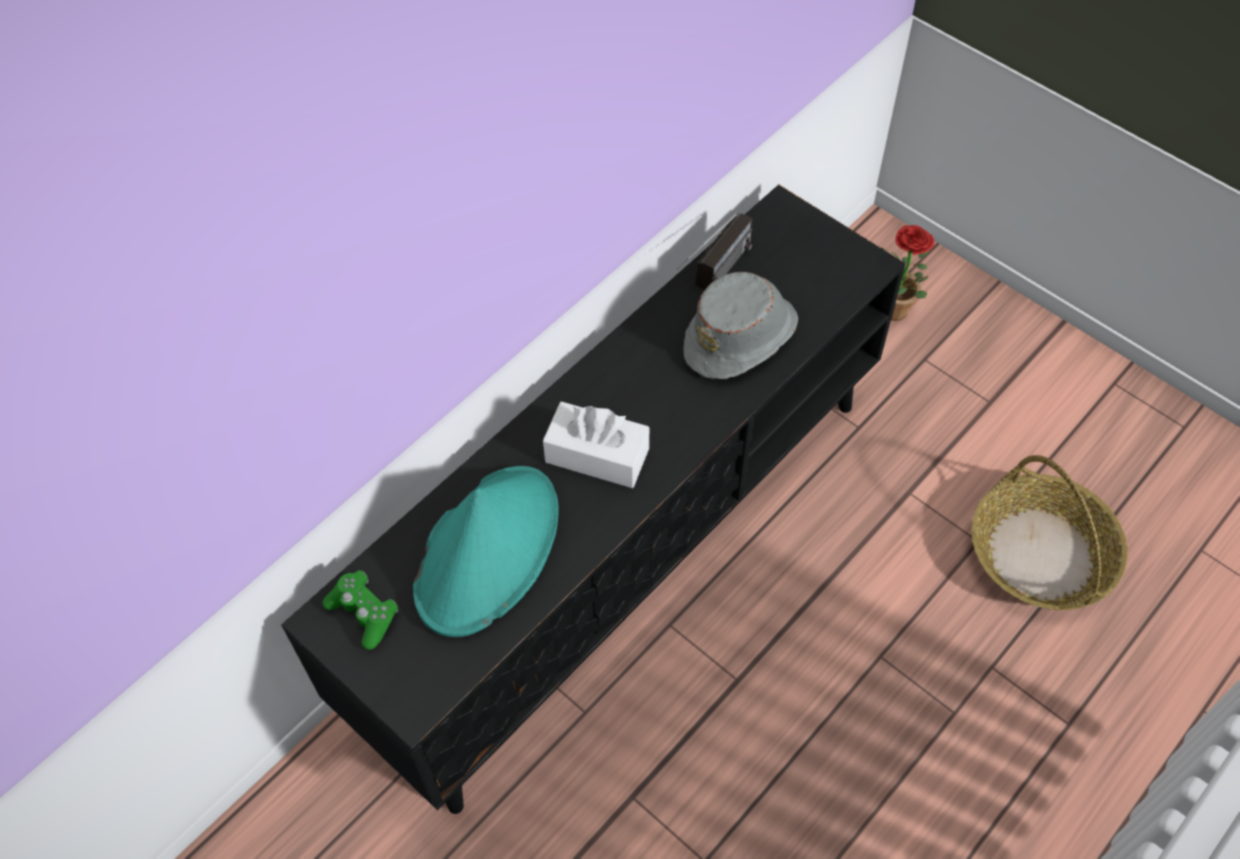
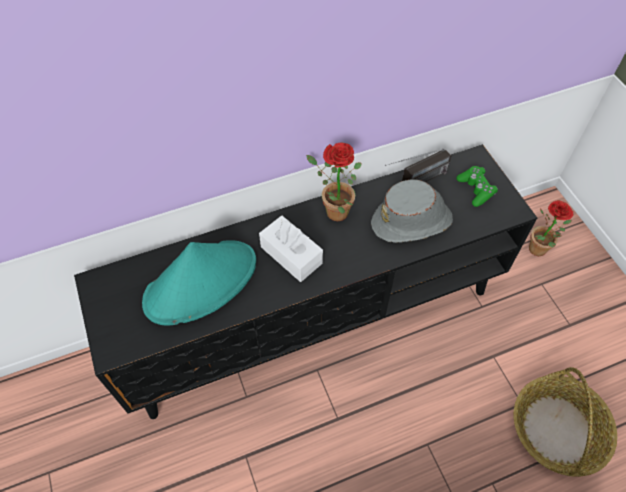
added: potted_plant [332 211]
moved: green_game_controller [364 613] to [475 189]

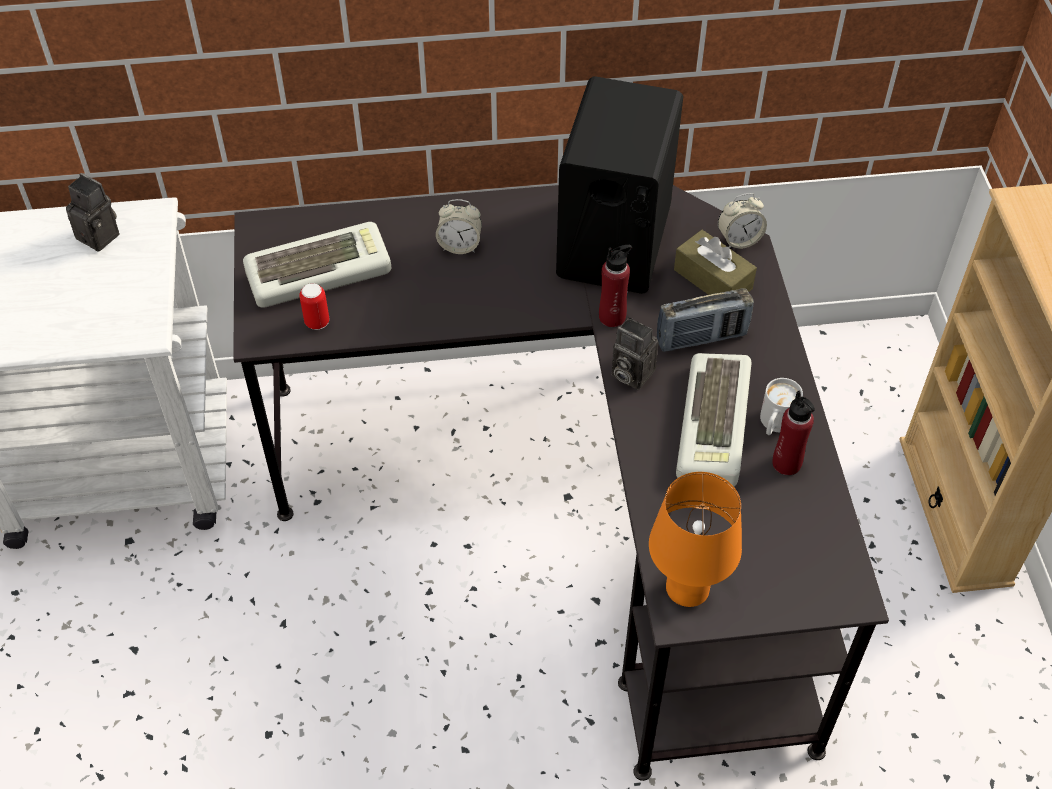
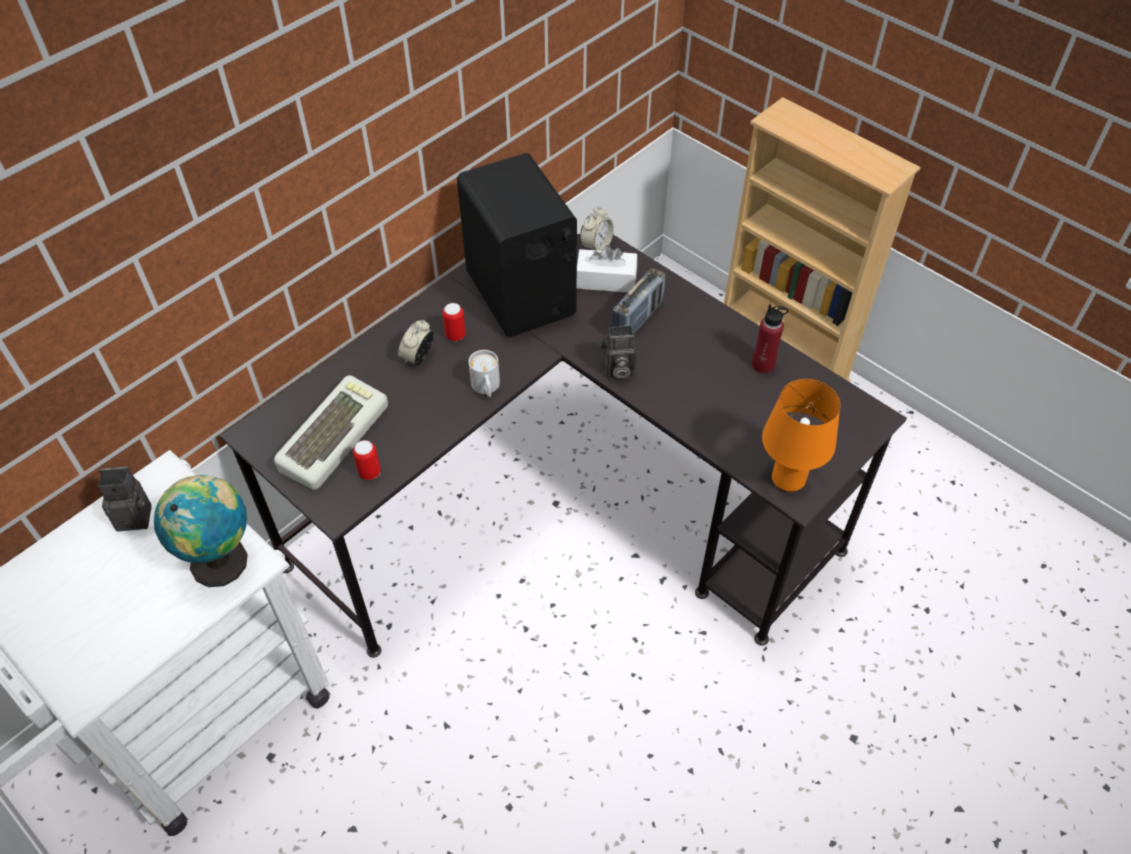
removed: red_bottle [612 317]; keyboard [716 427]
added: globe [222 559]; can [455 335]
moved: white_mug [775 424] to [486 388]
recoloured: brown_tissue_box [713 279] to white_tissue_box [606 280]
turned: alarm_clock [460 245] = [418 357] 150 degrees clockwise

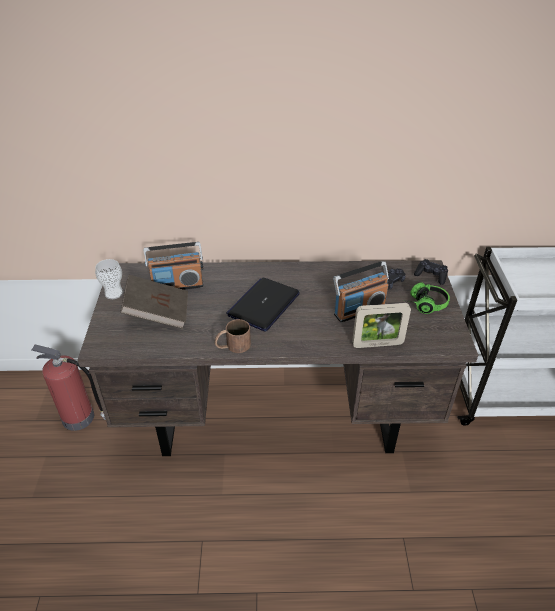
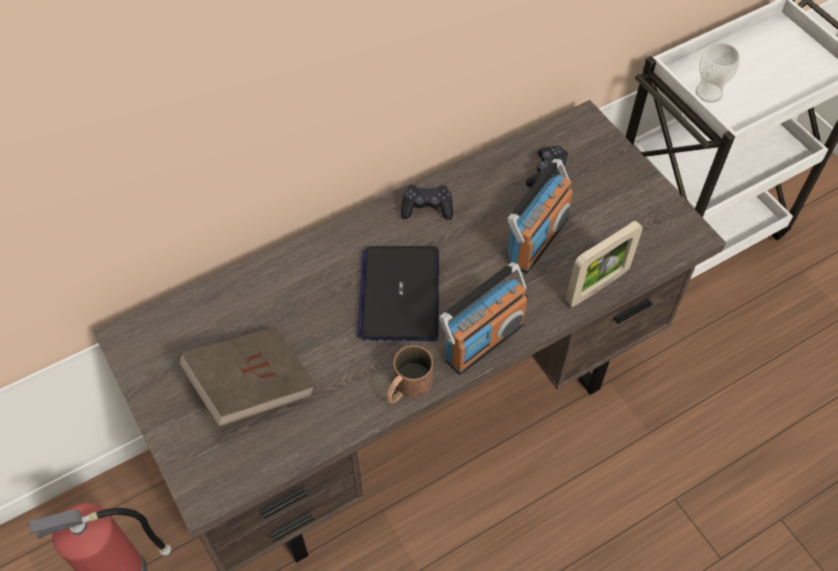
removed: headphones [423 304]
moved: cup [114 293] to [708 93]; radio [177 285] to [483 341]; black_game_controller [431 276] to [427 208]

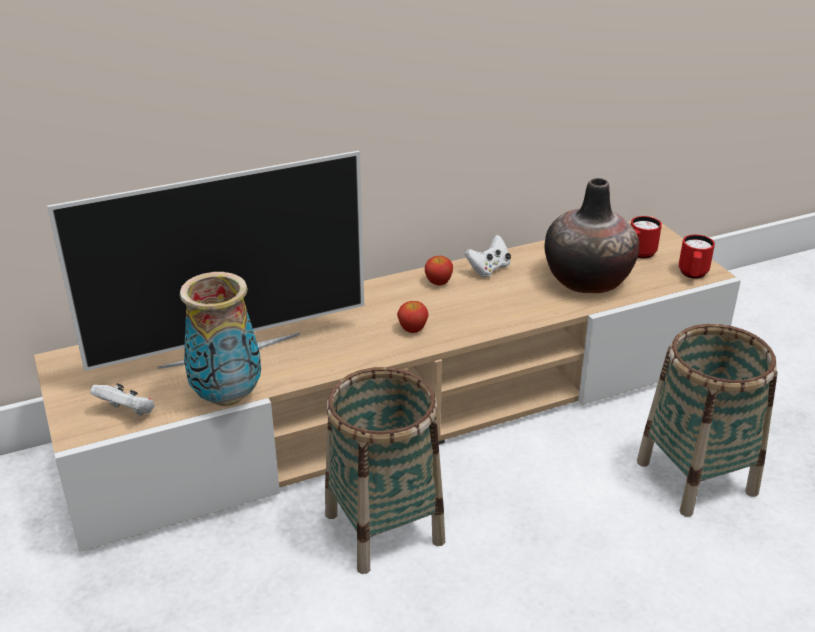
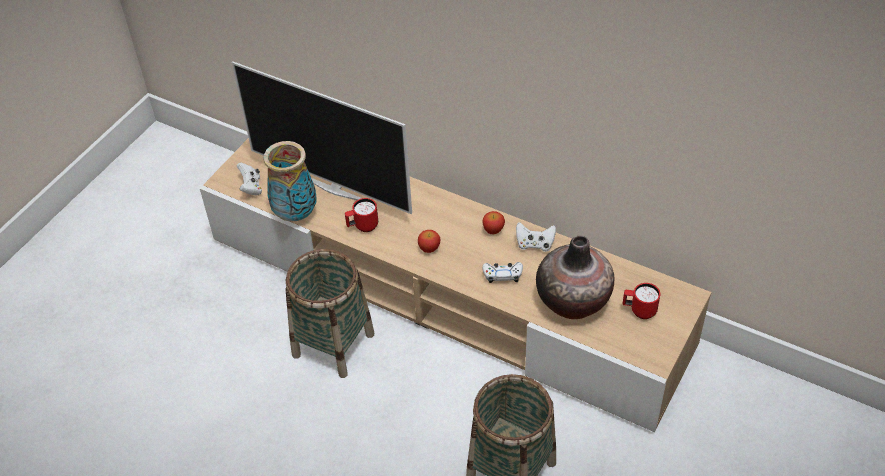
added: white_game_controller [502 274]
moved: red_mug [692 275] to [362 226]

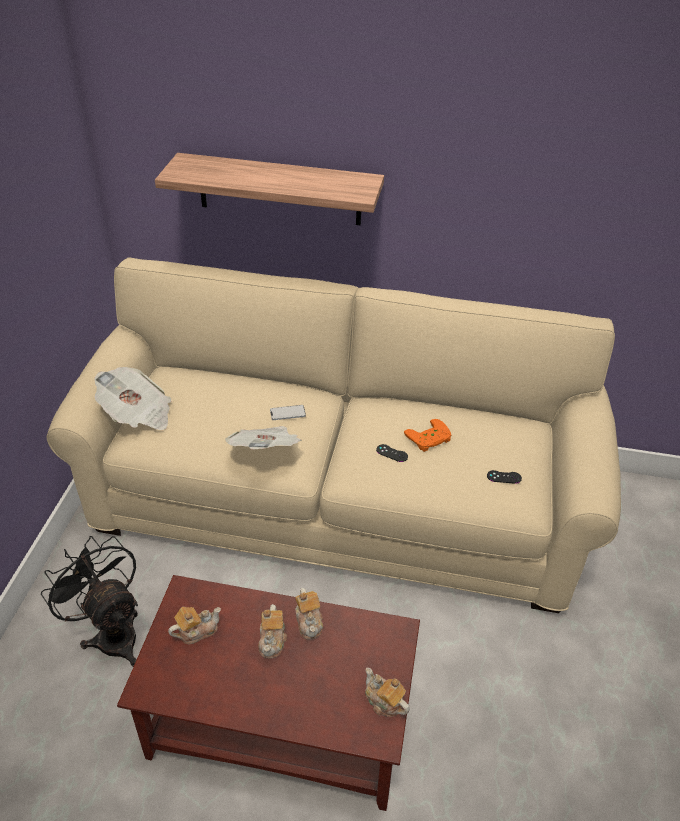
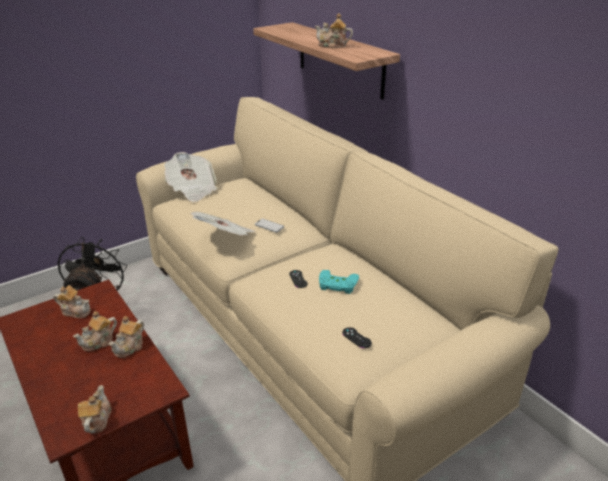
added: teapot [332 45]
recoloured: orange_game_controller [429 439] to turquoise_game_controller [337 285]

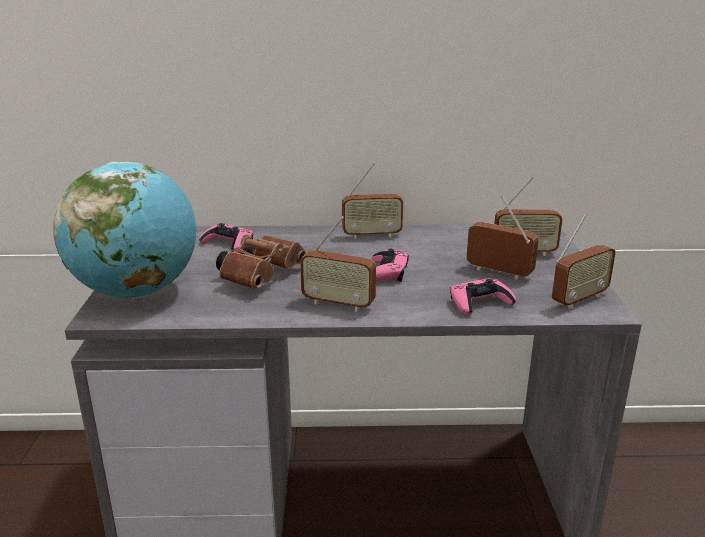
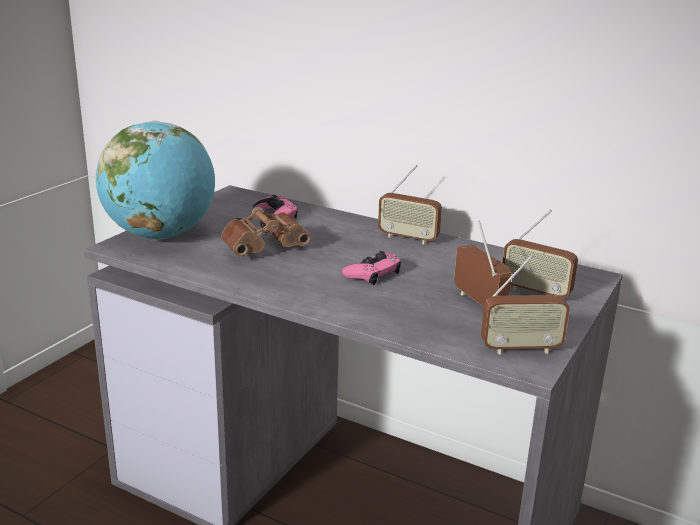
removed: radio [338 304]; pink_game_controller [480 303]

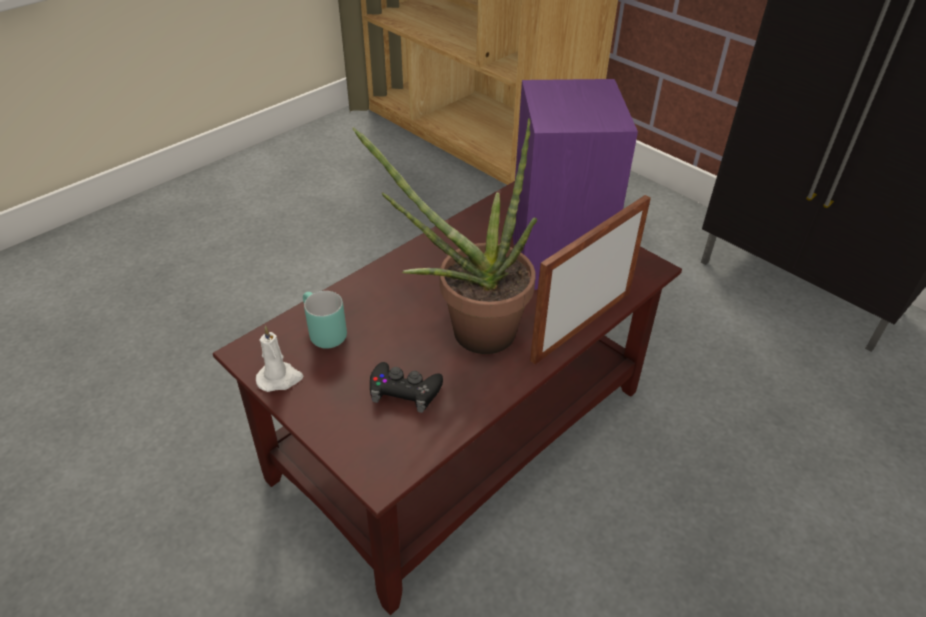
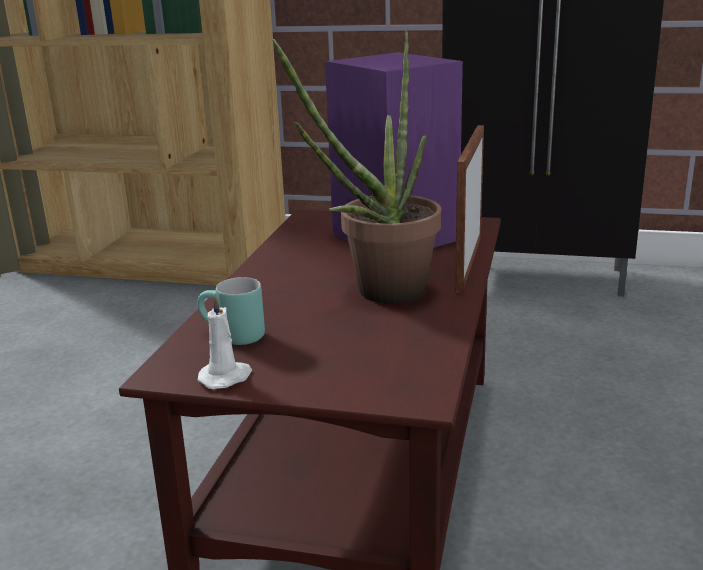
removed: black_game_controller [405 391]

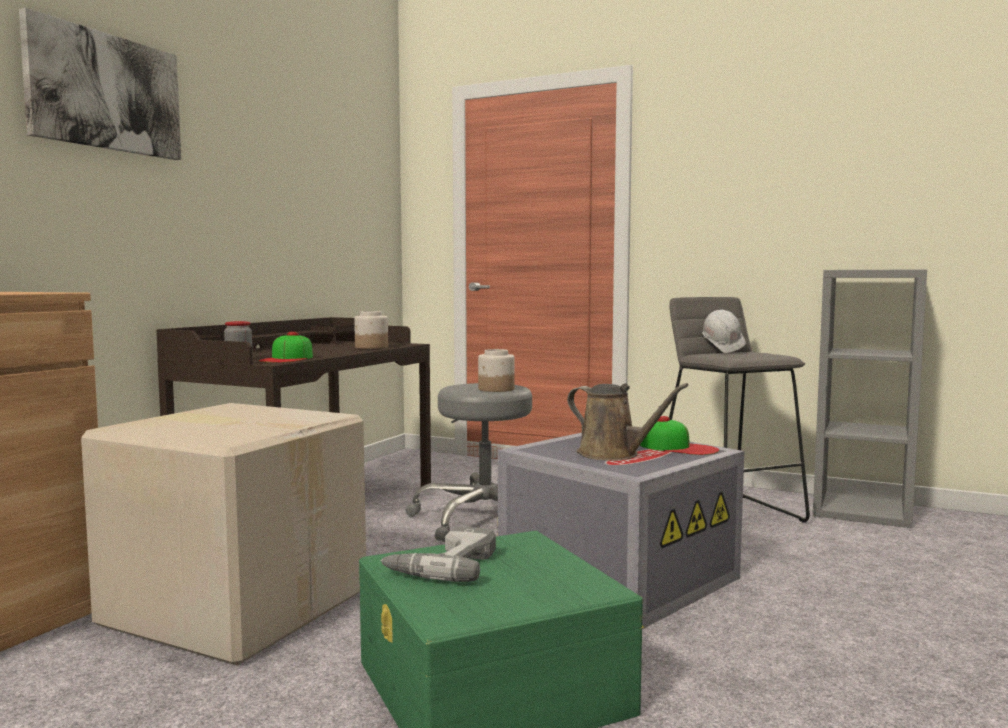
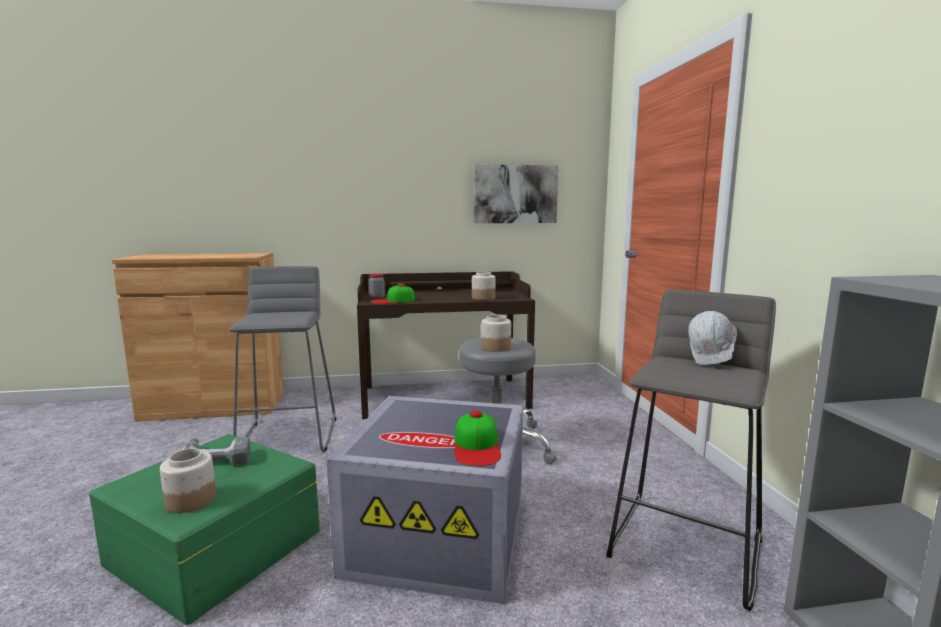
removed: brown_watering_can [613 454]
added: jar [190 500]
moved: picture [104 92] to [515 194]
replaced: cardboard_box [237 605] to grey_stool [289 436]

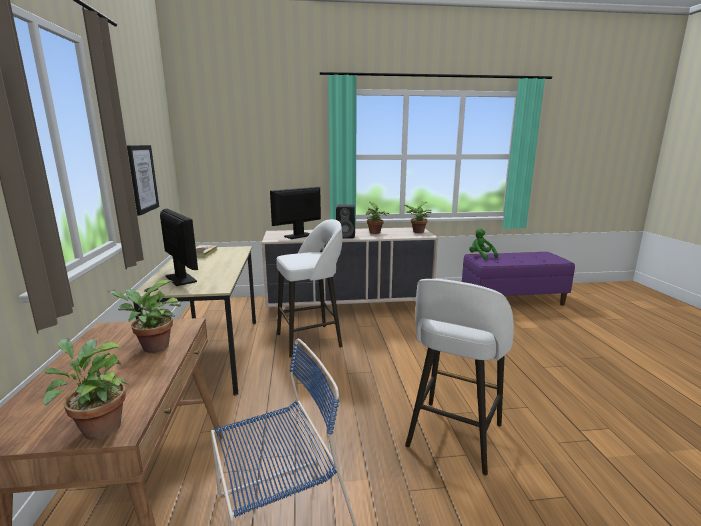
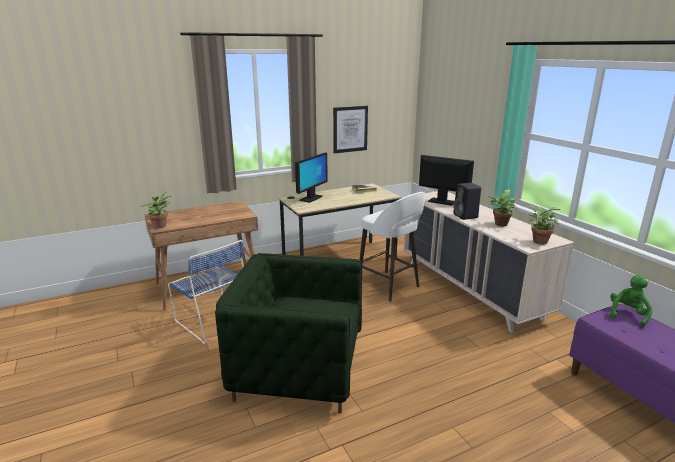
removed: potted_plant [152 348]
replaced: white_stool [453 437] to green_armchair [298 370]

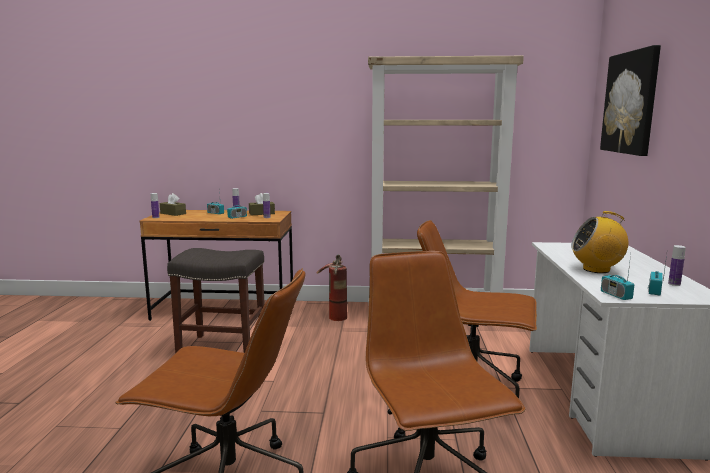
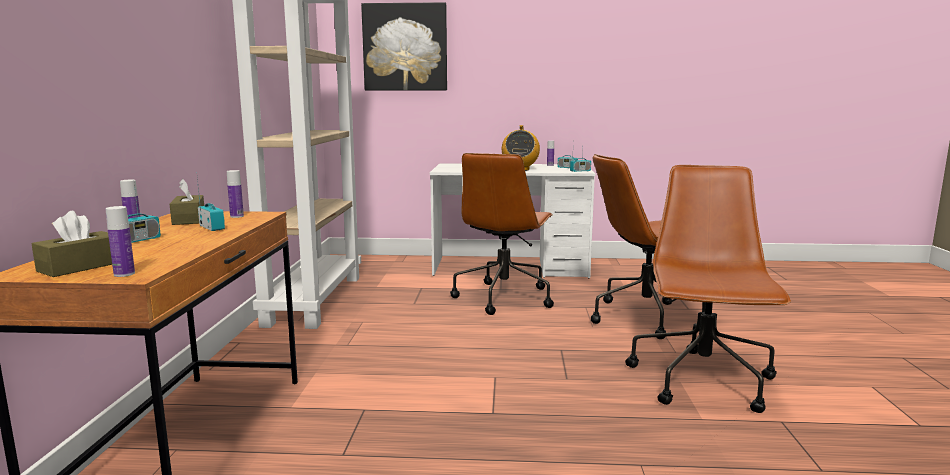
removed: grey_stool [221 348]; fire_extinguisher [335 315]

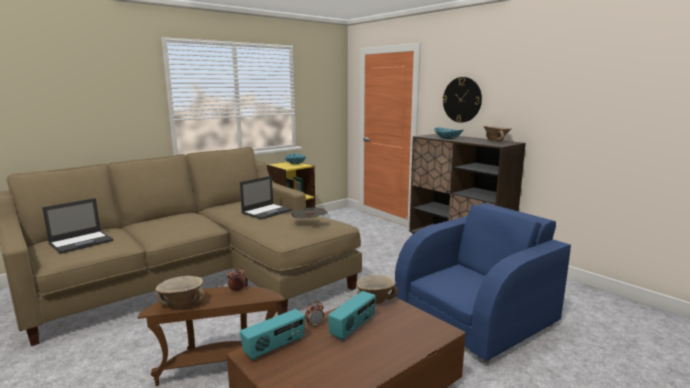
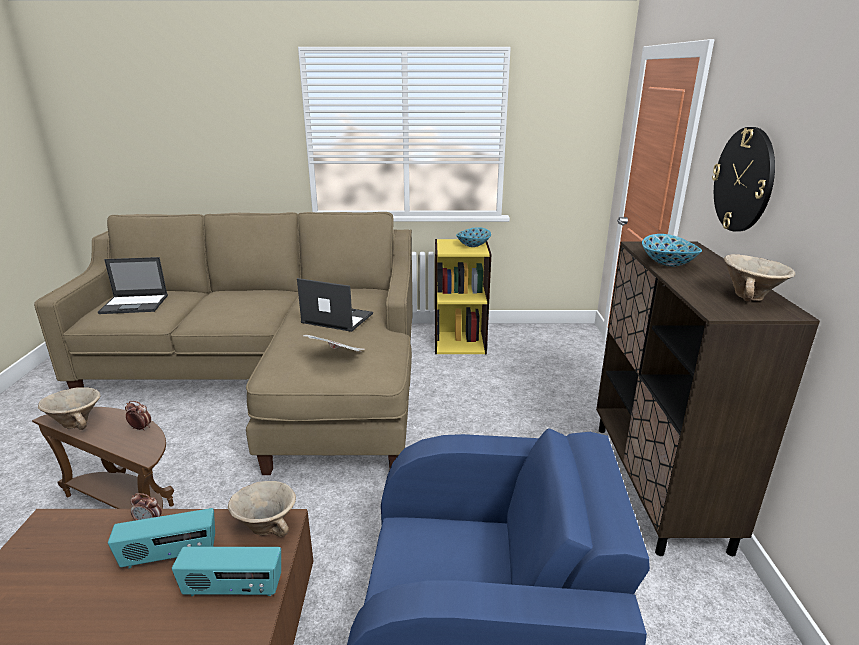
moved: radio [275 348] to [233 589]
turned: laptop [267 211] = [336 318] 150 degrees counterclockwise

